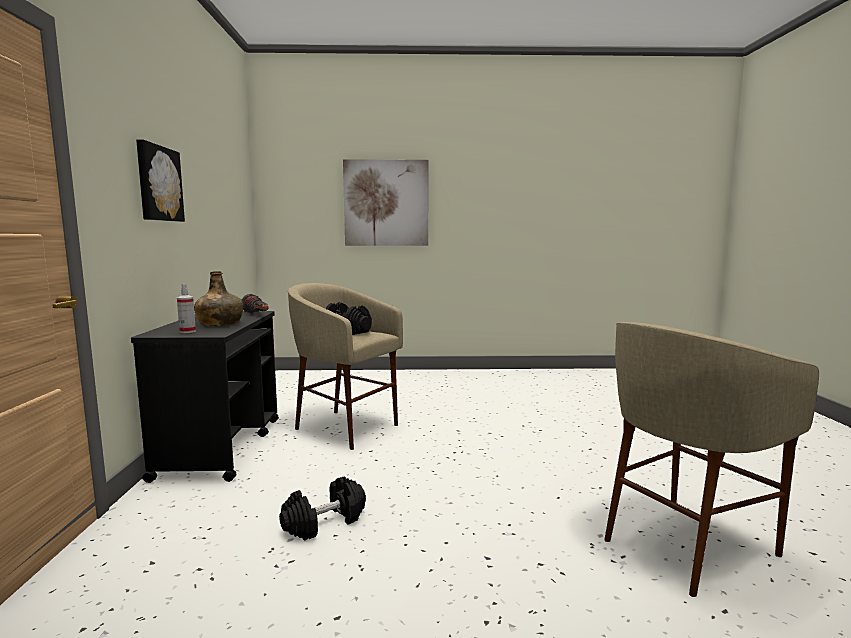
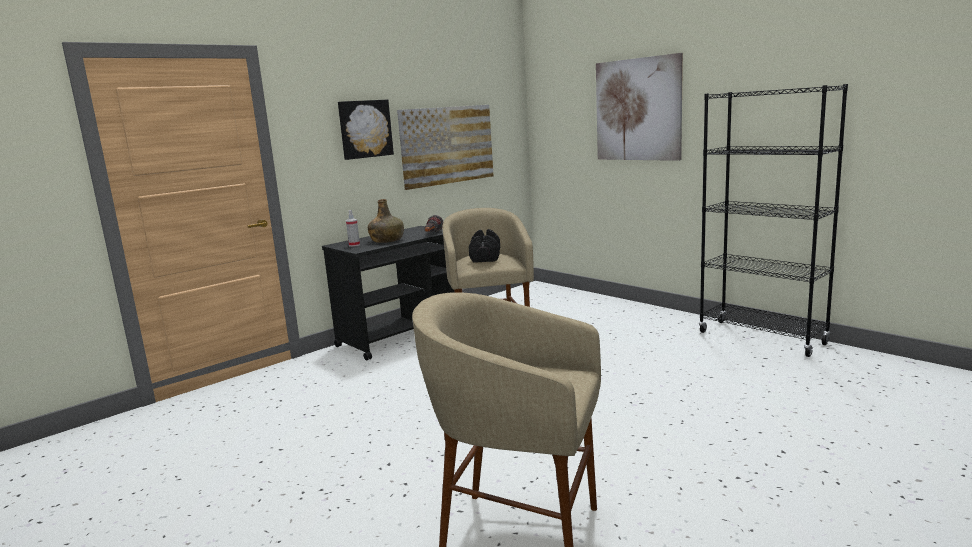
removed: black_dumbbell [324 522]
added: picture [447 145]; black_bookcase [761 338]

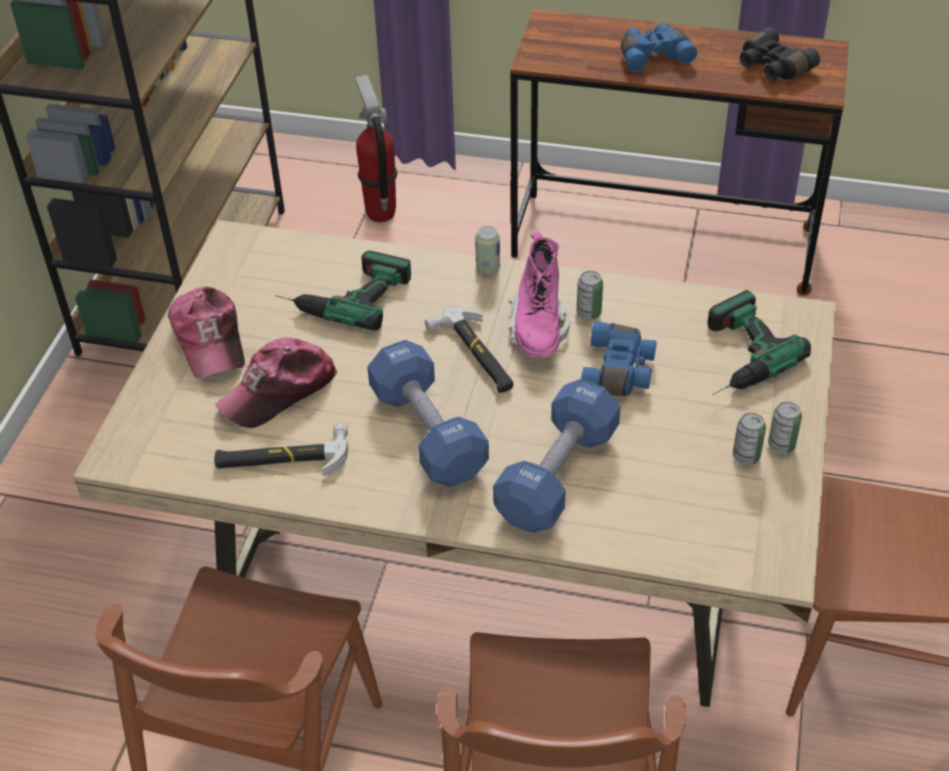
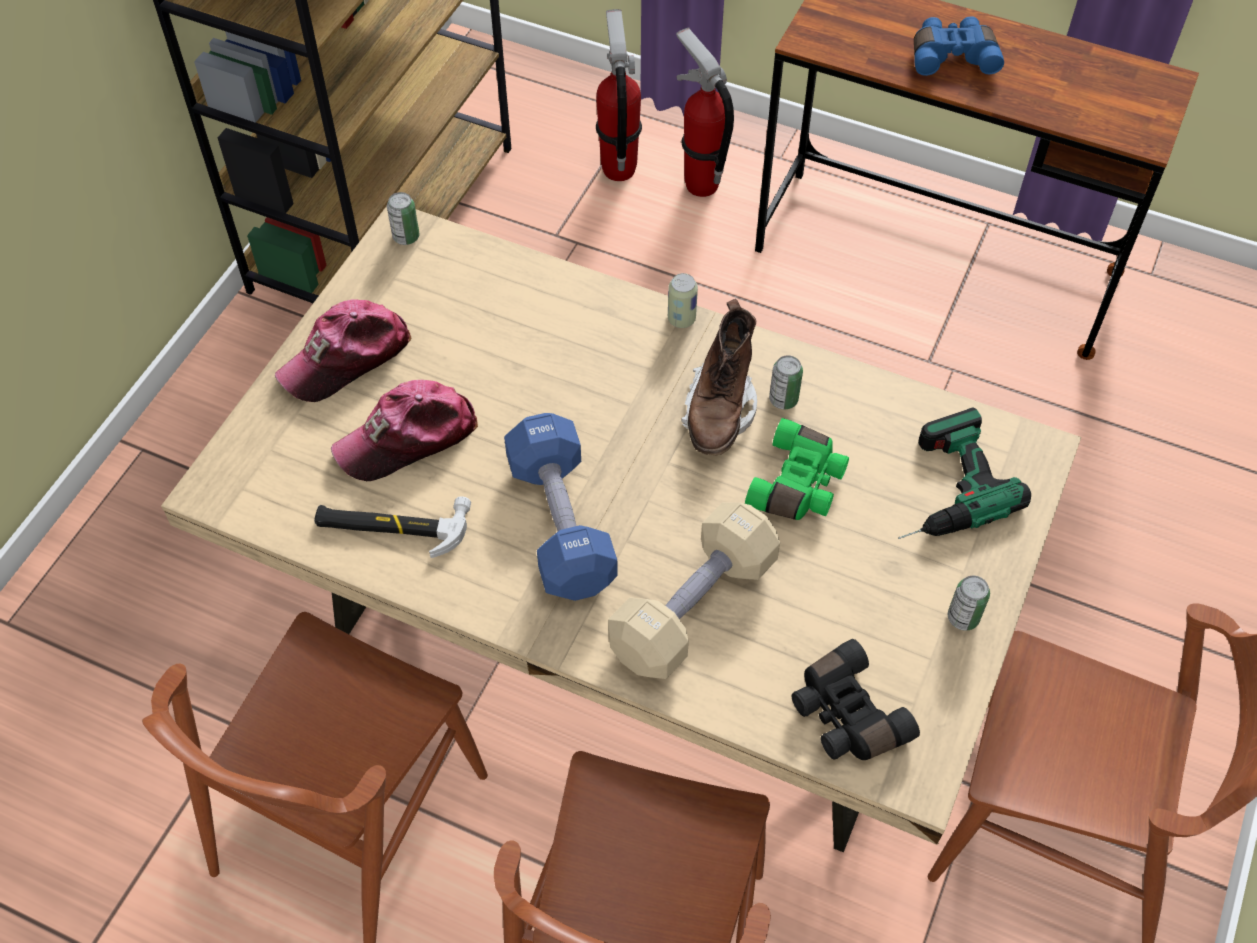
removed: power_drill [343 294]; hammer [475 355]
added: fire_extinguisher [701 184]
moved: can [746 456] to [406 237]; black_binoculars [772 67] to [845 715]
recoloured: blue_dumbbell [557 475] to beige_dumbbell [693 606]; pink_boot [538 330] to brown_boot [719 412]; blue_binoculars [619 372] to green_binoculars [799 484]
turned: cap [210 340] = [346 358] 60 degrees clockwise

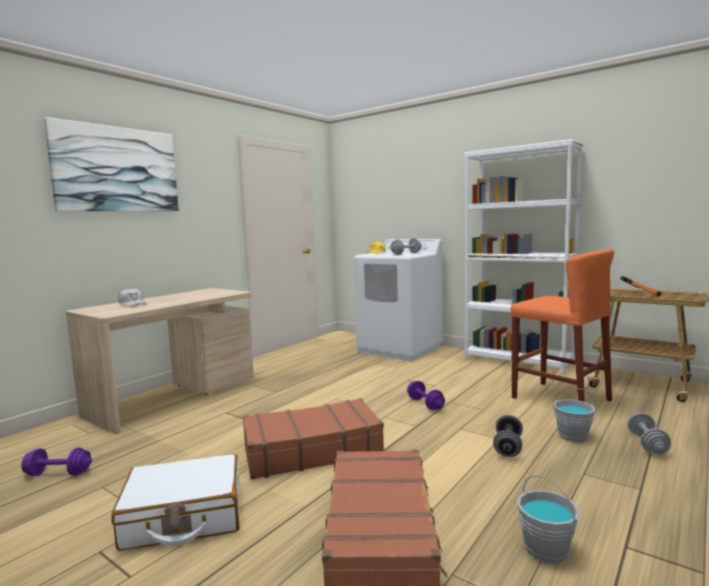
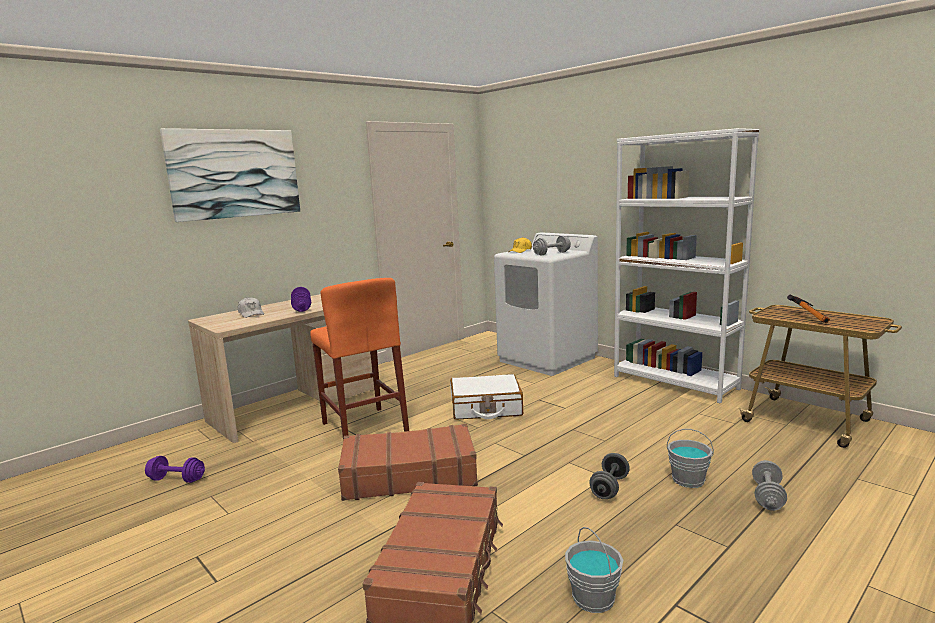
moved: white_suitcase [184 516] to [486 408]; purple_dumbbell [425 404] to [302 308]; orange_stool [560 399] to [364 428]

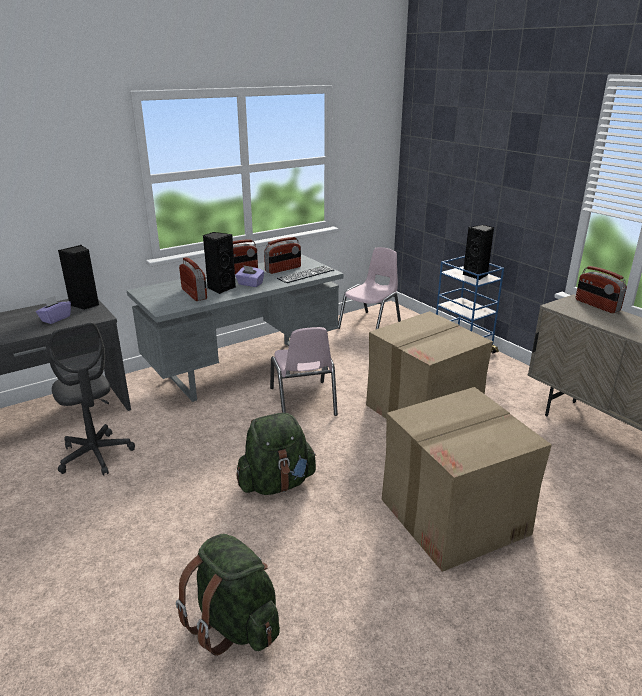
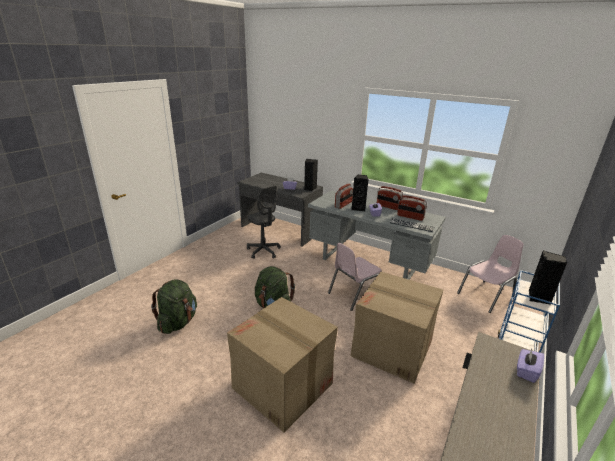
replaced: radio [597 305] to purple_tissue_box [526 371]
turned: grey_office_chair [96 455] = [263 251] 75 degrees counterclockwise; pink_chair [370 325] = [486 296] 45 degrees counterclockwise

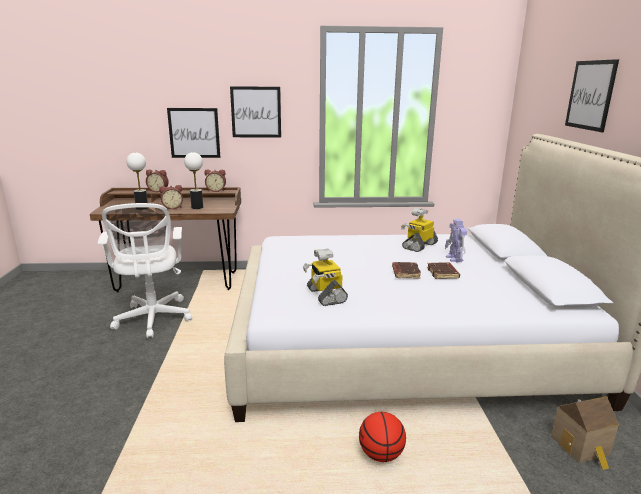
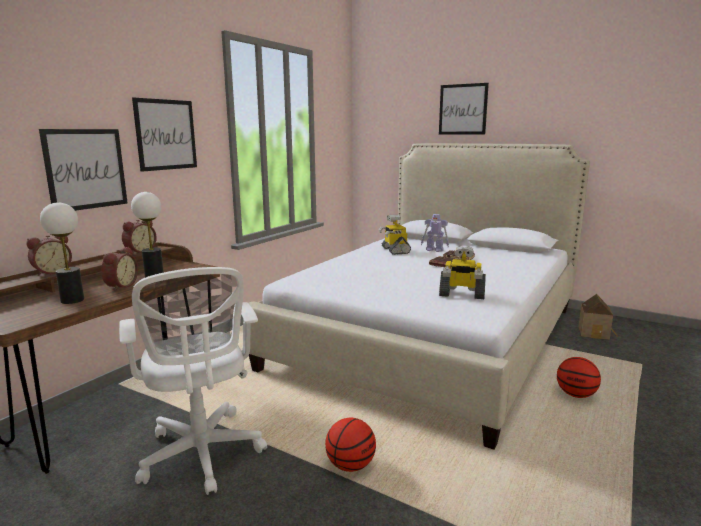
added: basketball [350 465]
turned: white_office_chair [153 320] = [202 456] 45 degrees clockwise

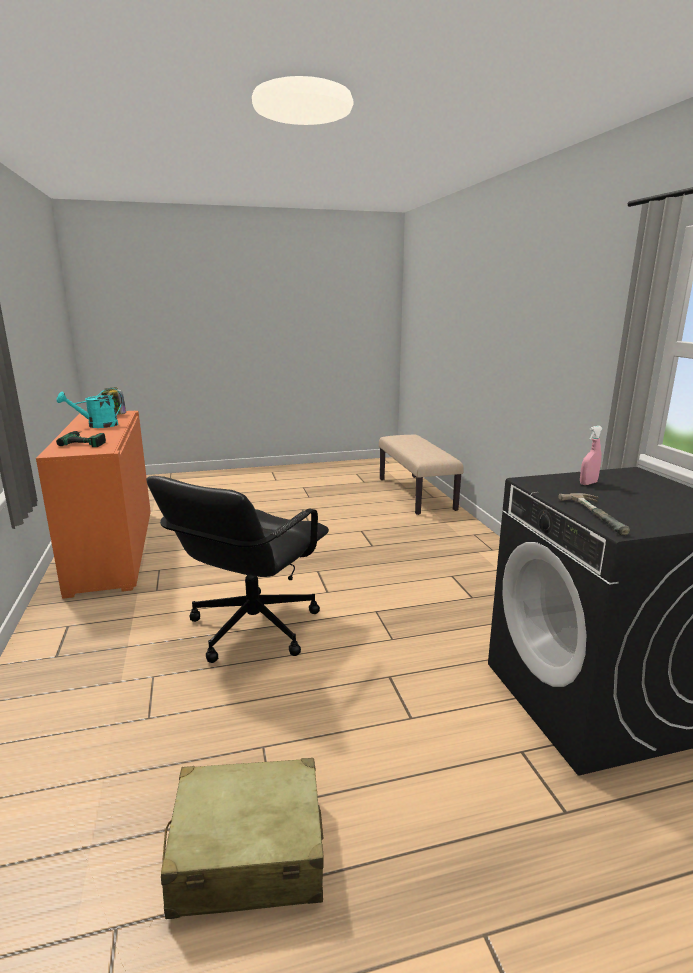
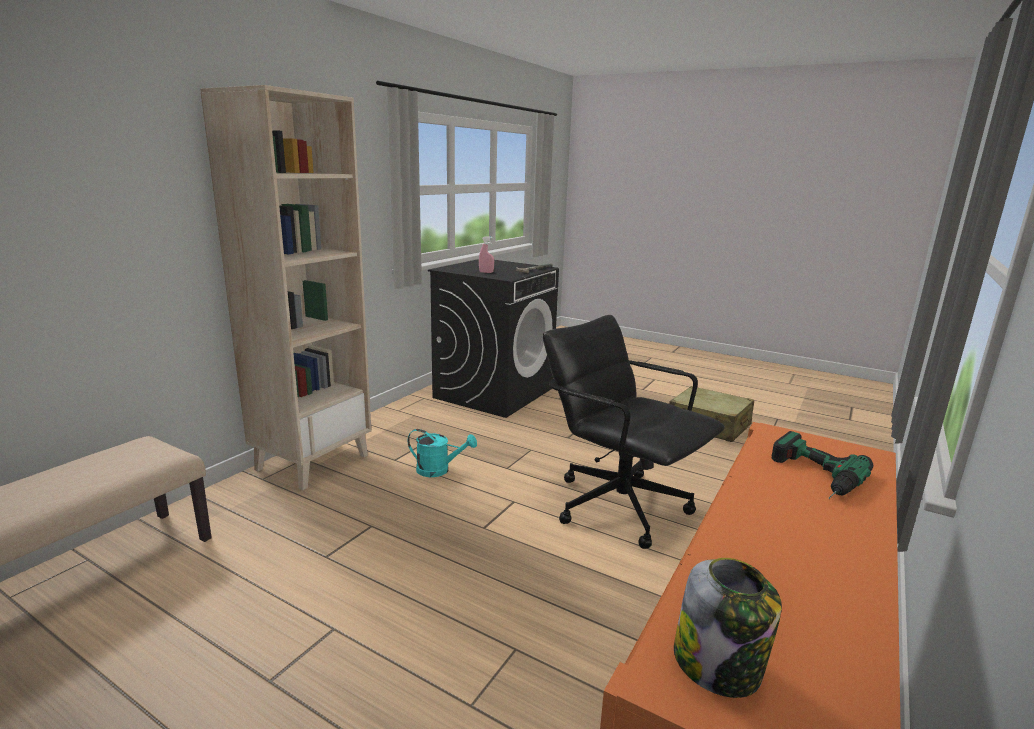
added: beige_bookcase [312 461]
moved: turquoise_watering_can [97 426] to [439 470]
turned: black_office_chair [252 627] = [619 505] 120 degrees counterclockwise

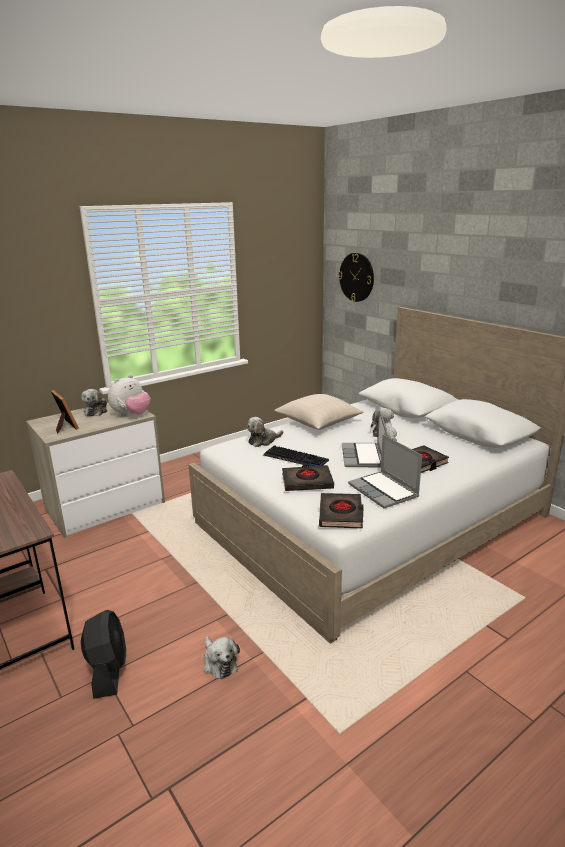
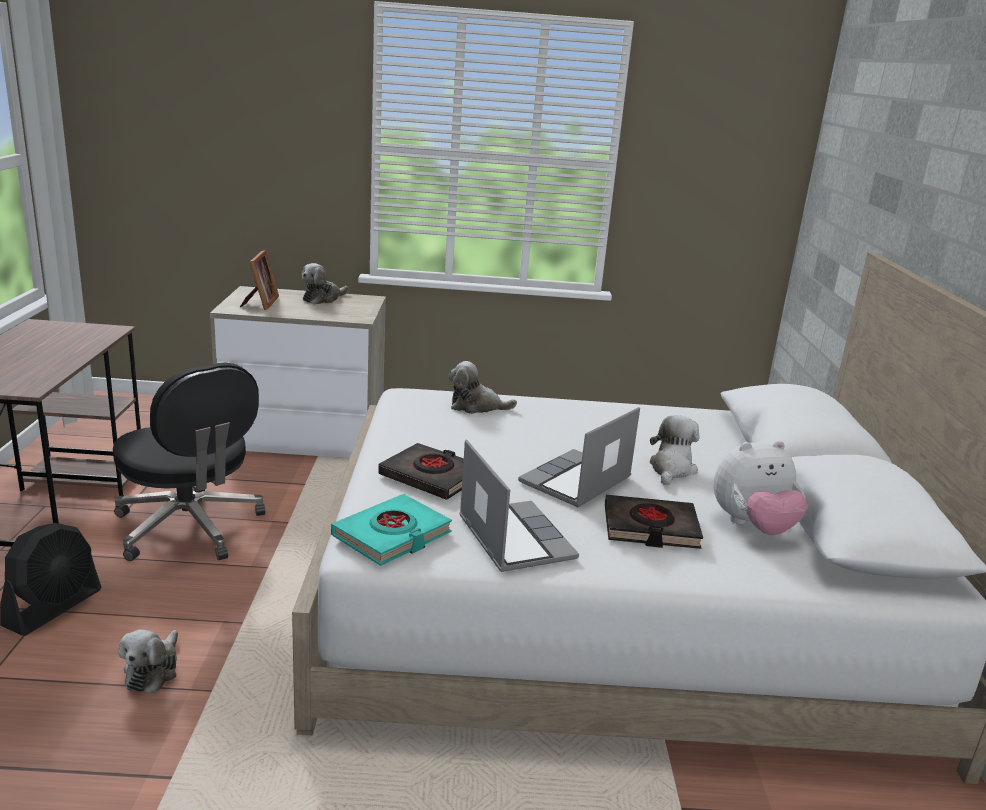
removed: keyboard [295 458]; beige_pillow [318 422]; wall_clock [356 277]
added: black_office_chair [190 528]
moved: plush_toy [131 415] to [752 526]
recoloured: black_book [341 514] to turquoise_book [392 535]
turned: laptop [384 491] = [513 538] 150 degrees clockwise

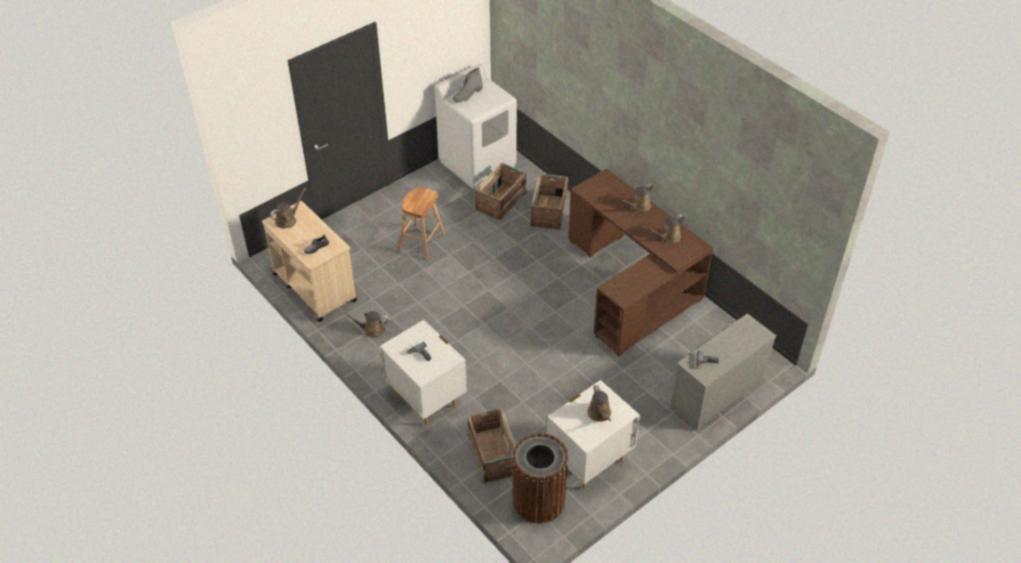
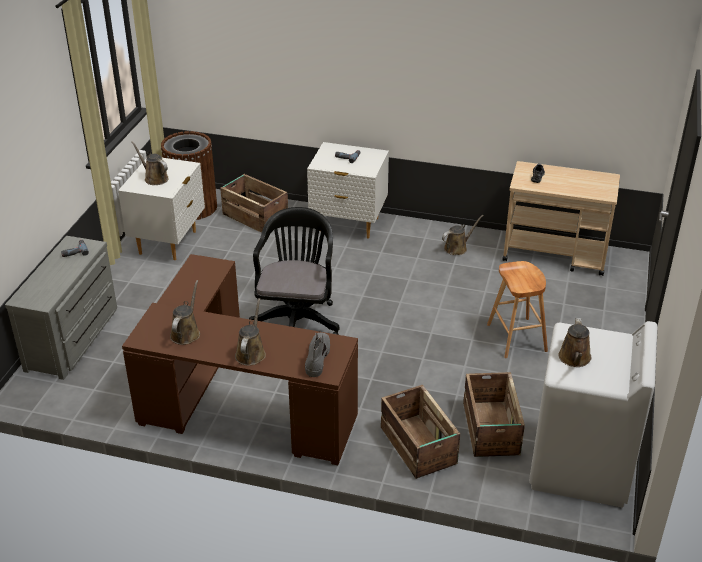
added: black_office_chair [297 320]
moved: brown_watering_can [287 220] to [575 359]; grey_boot [467 95] to [317 357]

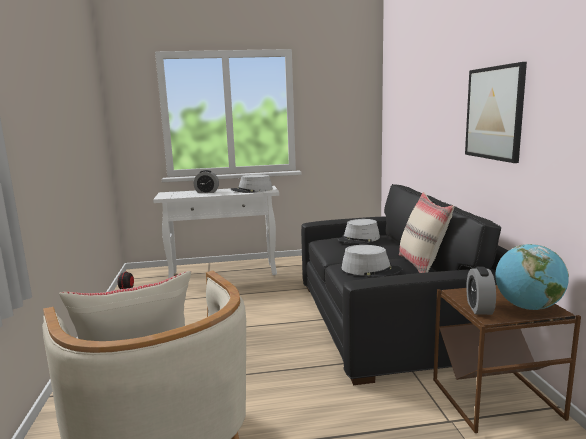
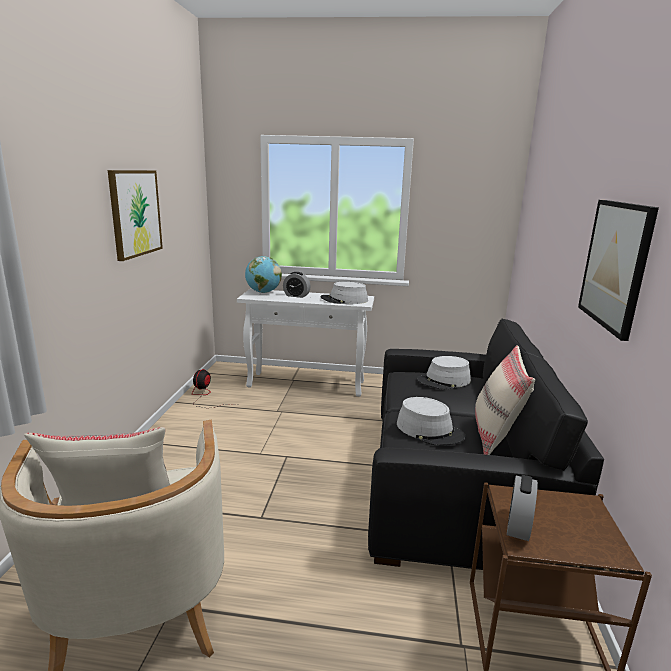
added: picture [135 213]
moved: globe [527 307] to [263 292]

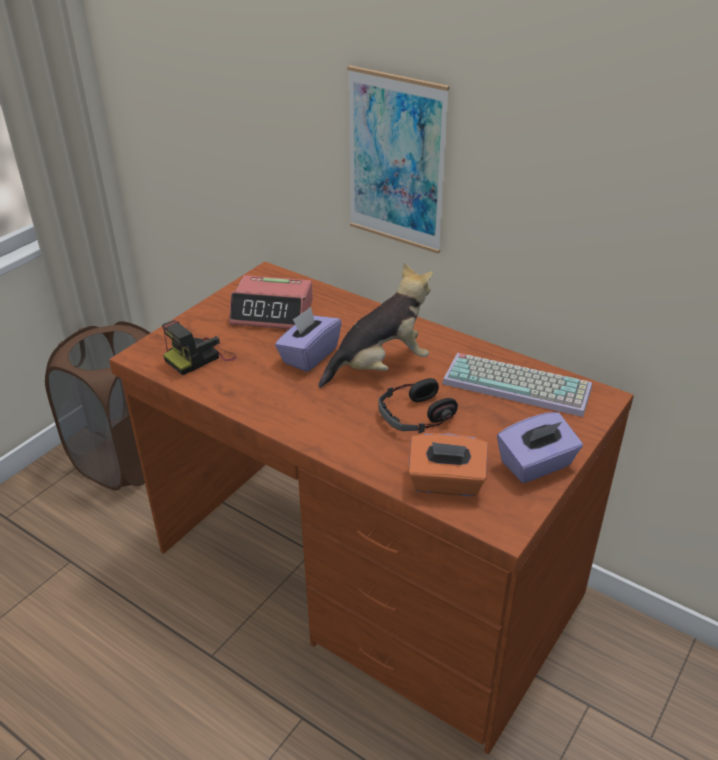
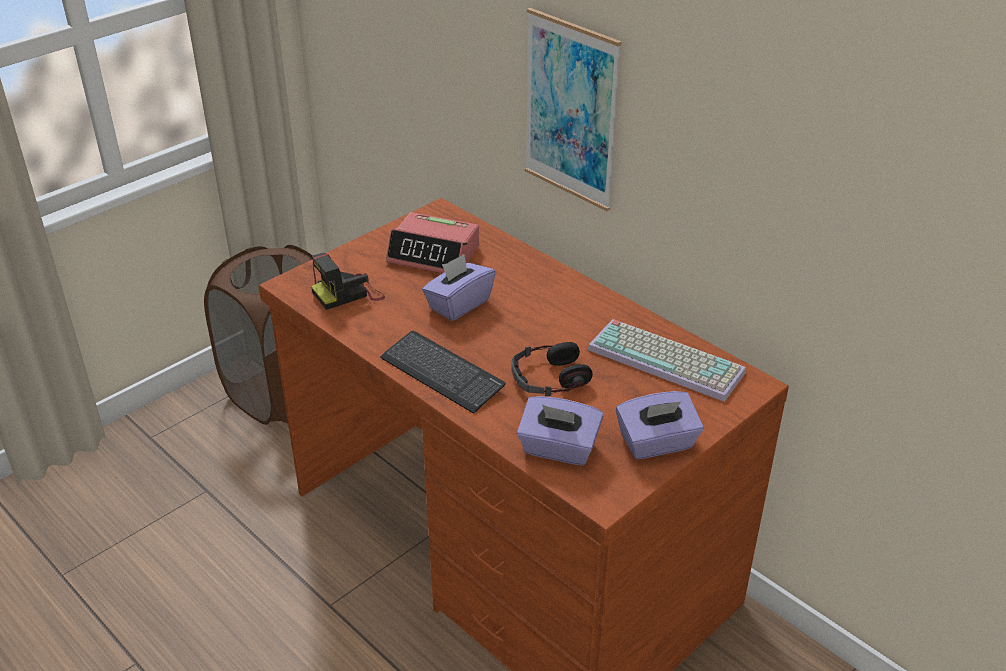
removed: plush_toy [380 366]
added: keyboard [442 373]
recoloured: orange_tissue_box [446 483] to purple_tissue_box [558 449]

